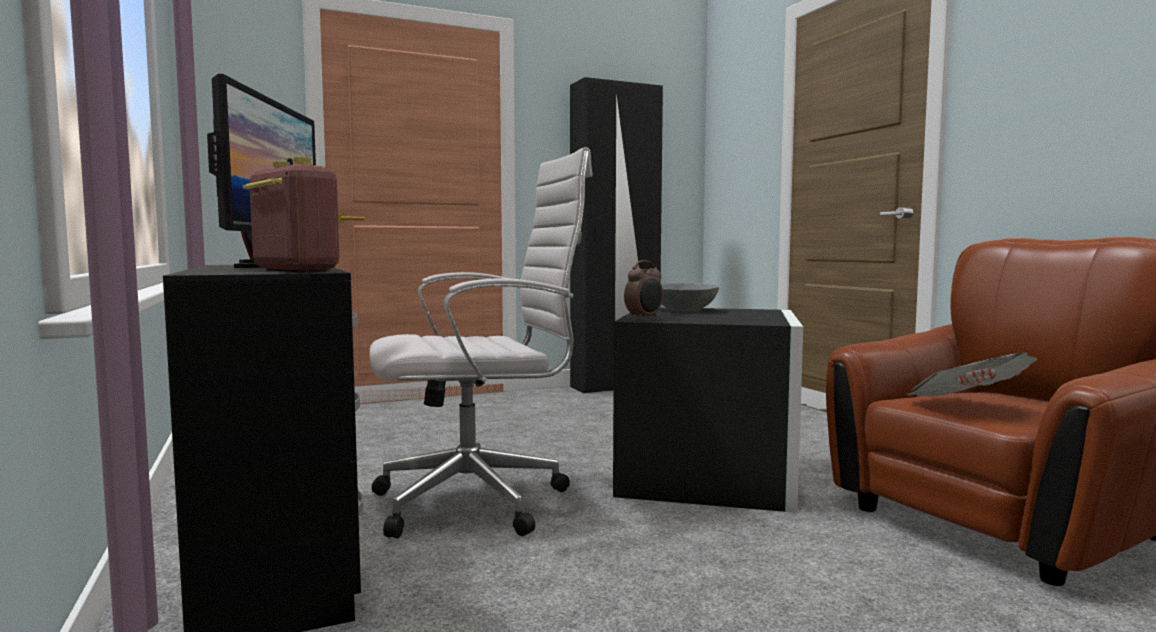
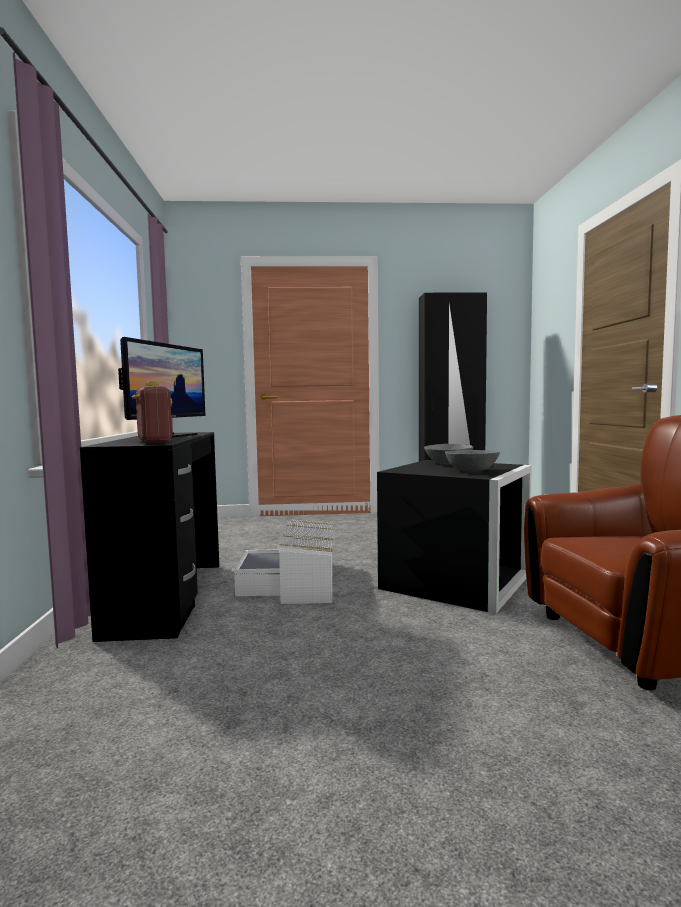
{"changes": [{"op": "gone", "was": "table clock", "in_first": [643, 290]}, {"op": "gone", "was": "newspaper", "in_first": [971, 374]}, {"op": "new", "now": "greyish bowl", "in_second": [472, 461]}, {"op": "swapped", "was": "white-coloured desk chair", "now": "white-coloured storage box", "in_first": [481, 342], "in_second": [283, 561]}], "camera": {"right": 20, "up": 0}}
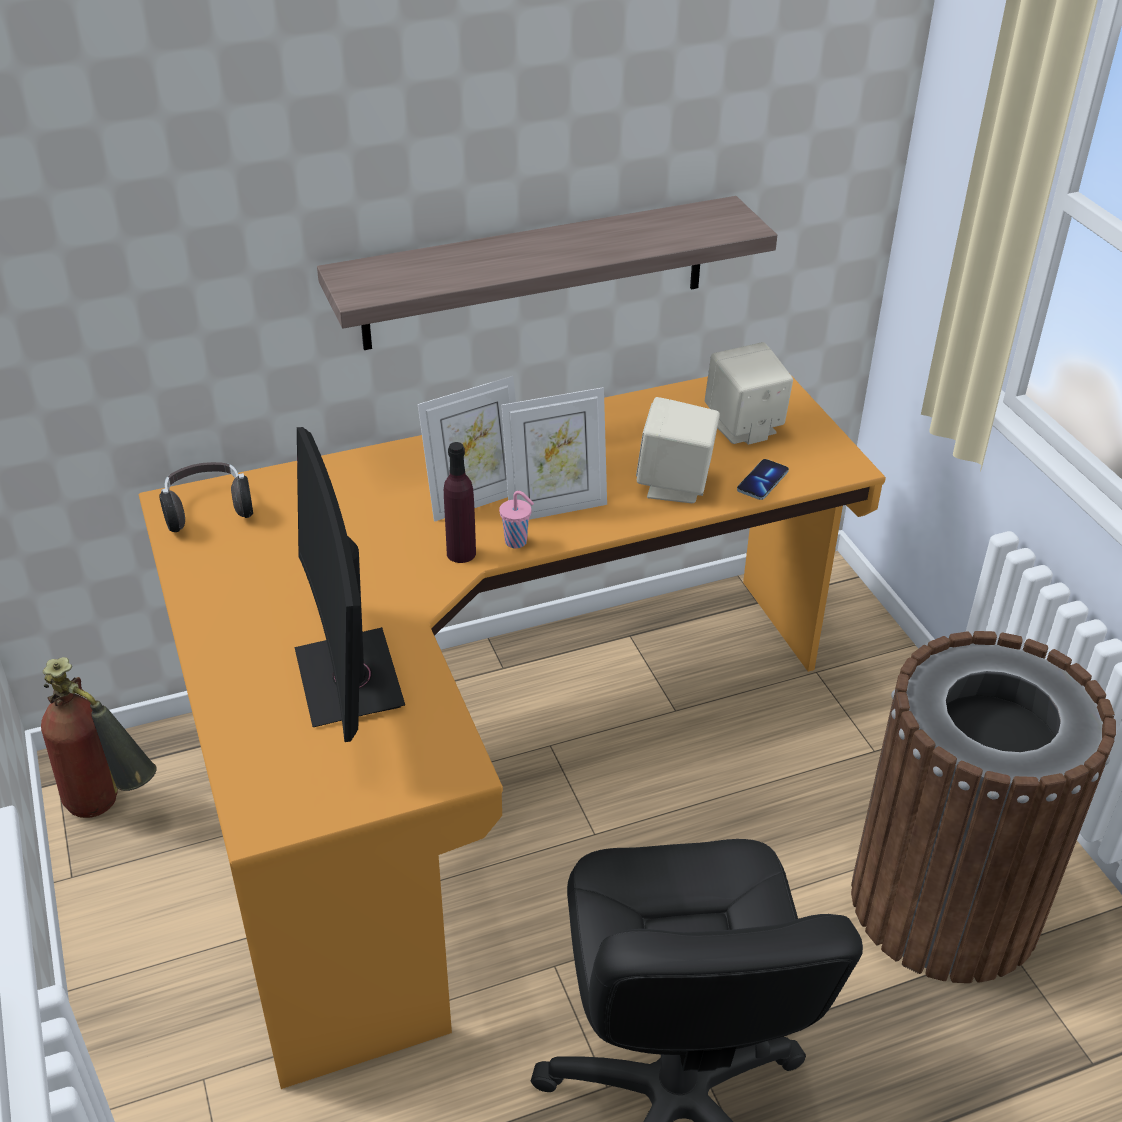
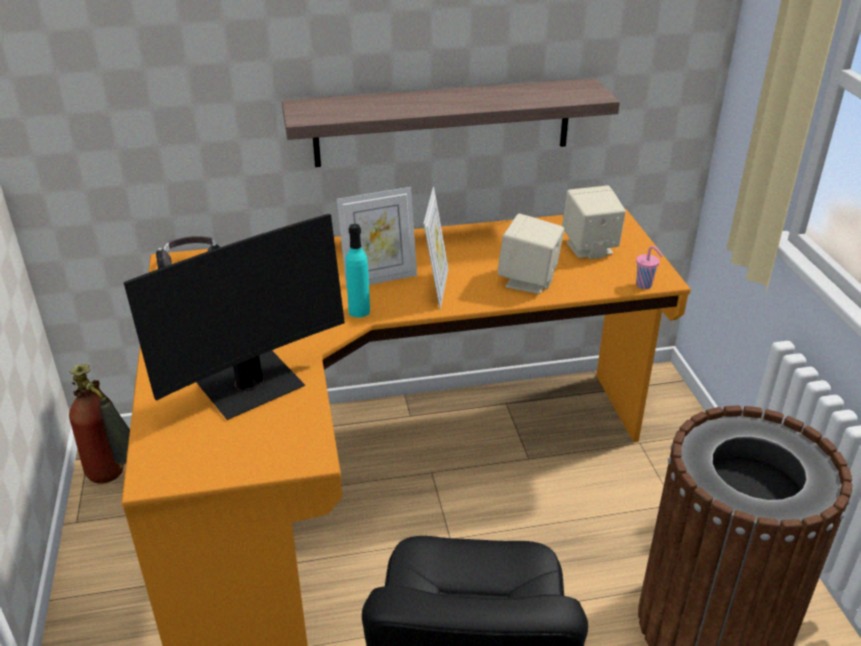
{"changes": [{"op": "gone", "was": "handset", "in_first": [763, 479]}, {"op": "shifted", "was": "pink cup", "in_first": [516, 519], "in_second": [649, 267]}, {"op": "repainted", "was": "purplish bottle", "now": "turquoise bottle", "in_first": [460, 502], "in_second": [358, 271]}, {"op": "rotated", "was": "computer screen", "in_first": [349, 584], "in_second": [234, 317], "clockwise": -120}, {"op": "rotated", "was": "photo frame", "in_first": [554, 453], "in_second": [436, 248], "clockwise": -75}], "camera": {"right": 10, "up": -5}}
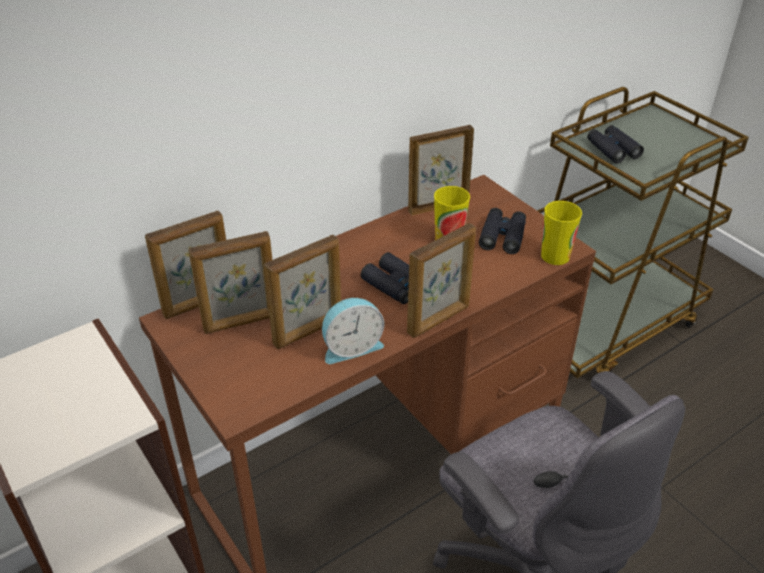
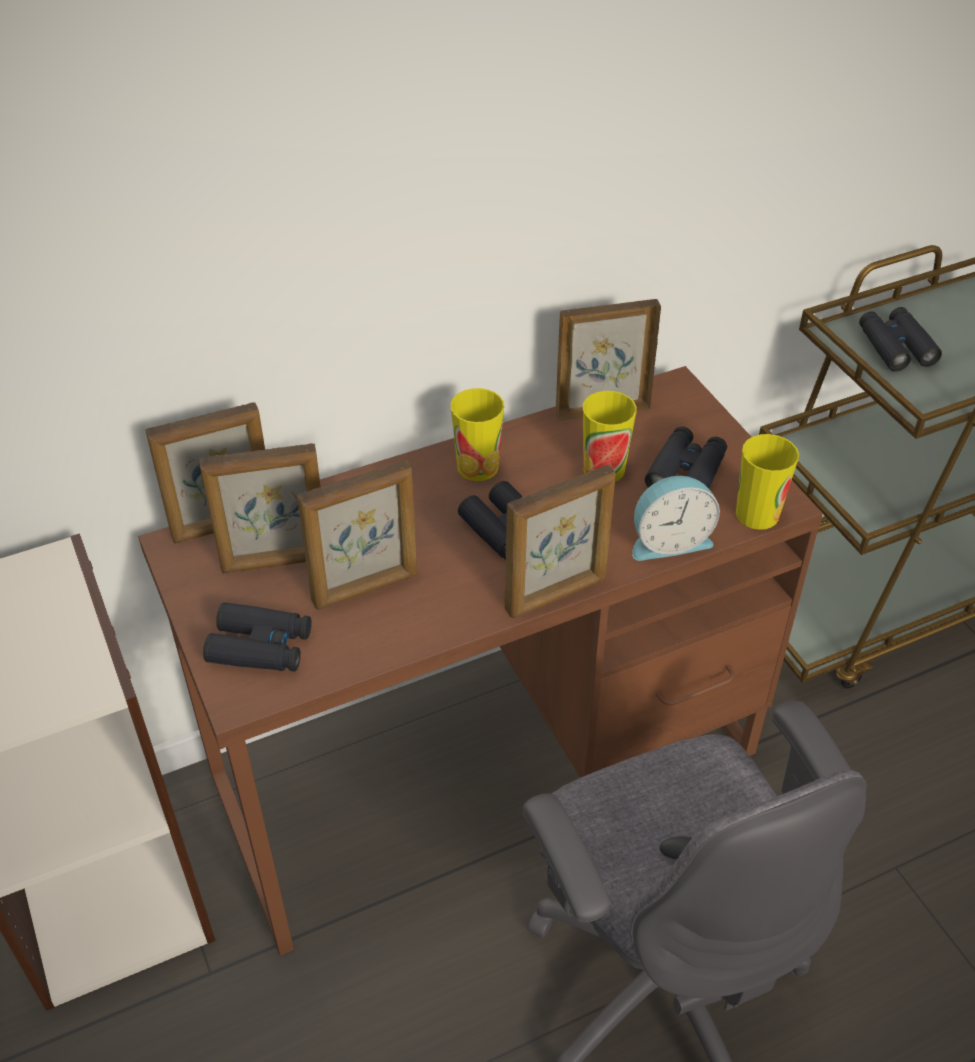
{"changes": [{"op": "new", "now": "black-coloured binoculars", "in_second": [257, 637]}, {"op": "new", "now": "cup", "in_second": [477, 434]}, {"op": "shifted", "was": "table clock", "in_first": [353, 331], "in_second": [676, 518]}], "camera": {"right": 10, "up": 5}}
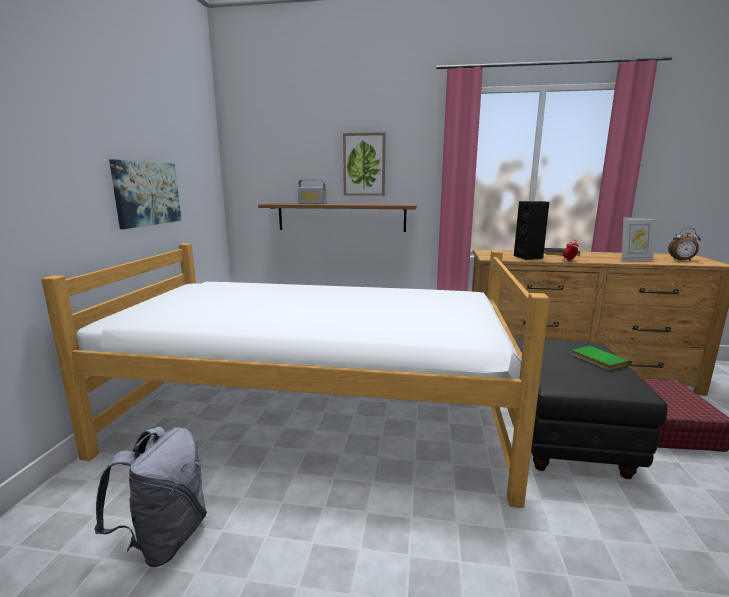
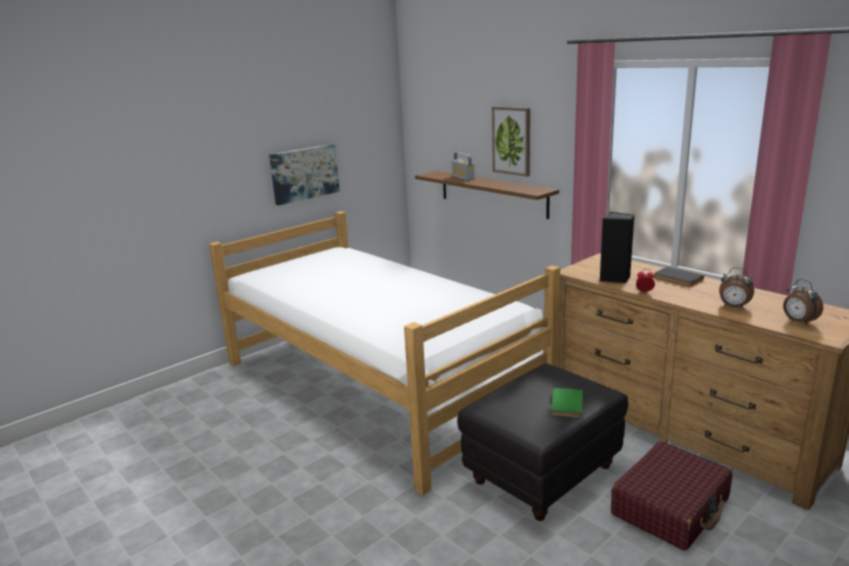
{"changes": [{"op": "gone", "was": "greyish knapsack", "in_first": [150, 497]}, {"op": "swapped", "was": "photo frame", "now": "table clock", "in_first": [638, 239], "in_second": [736, 288]}], "camera": {"right": 40, "up": 5}}
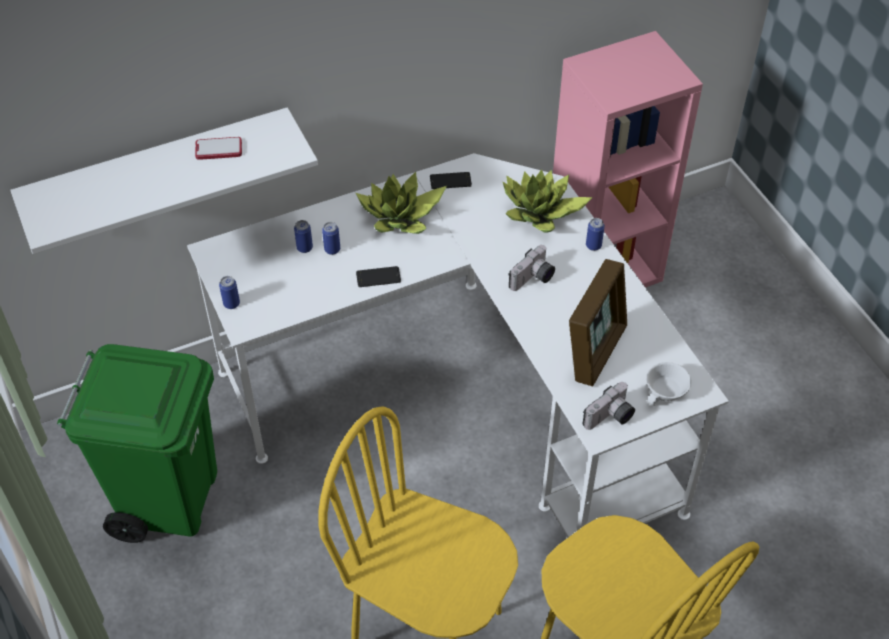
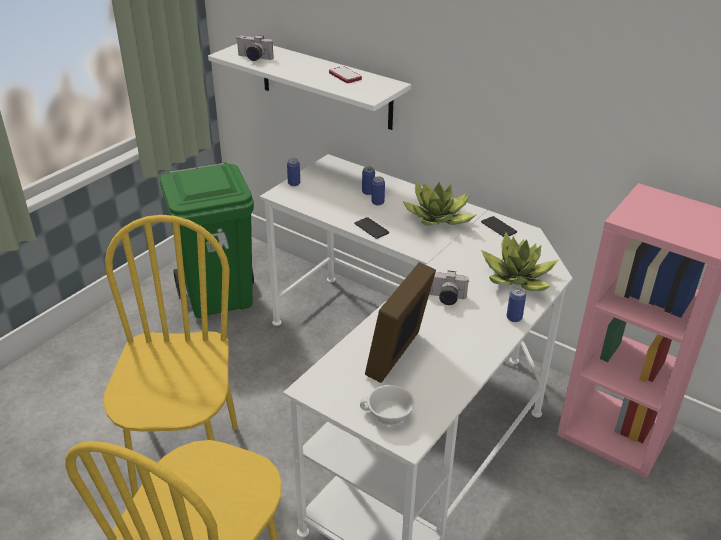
{"changes": [{"op": "shifted", "was": "still camera", "in_first": [608, 406], "in_second": [255, 48]}, {"op": "rotated", "was": "photo frame", "in_first": [598, 322], "in_second": [400, 322], "clockwise": 120}], "camera": {"right": 60, "up": -15}}
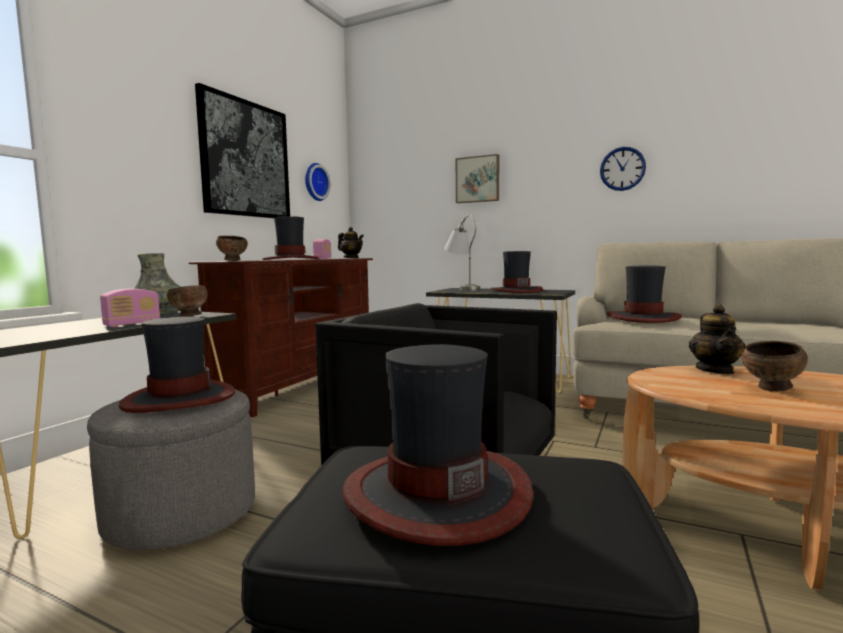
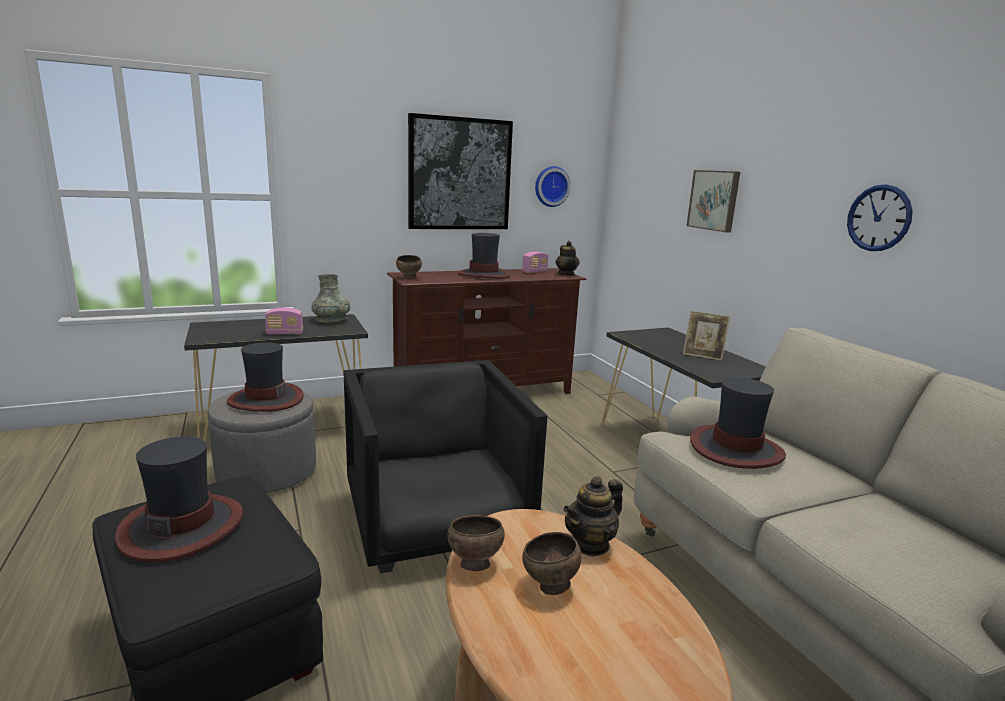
{"changes": [{"op": "gone", "was": "greyish tabletop lamp", "in_first": [462, 253]}, {"op": "shifted", "was": "brown-coloured bowl", "in_first": [187, 301], "in_second": [476, 543]}, {"op": "swapped", "was": "clothing hat", "now": "photo frame", "in_first": [516, 272], "in_second": [706, 336]}], "camera": {"right": 40, "up": 10}}
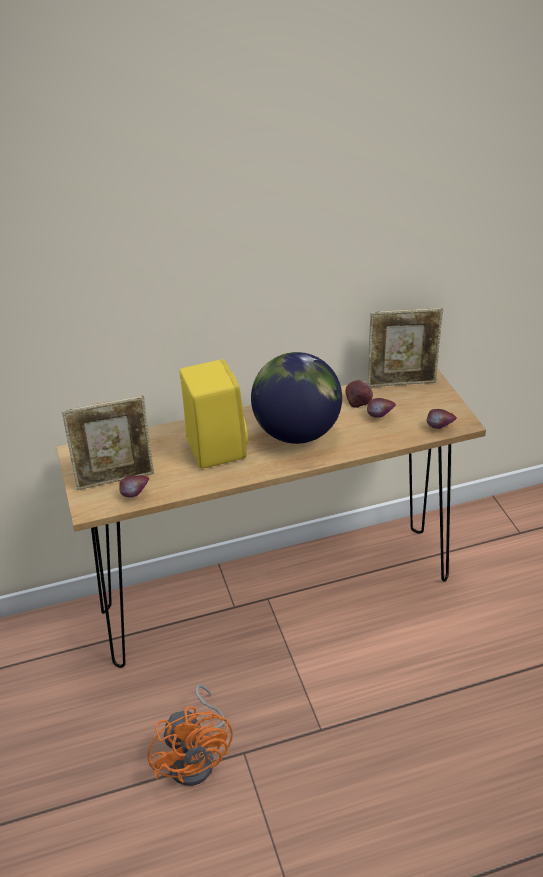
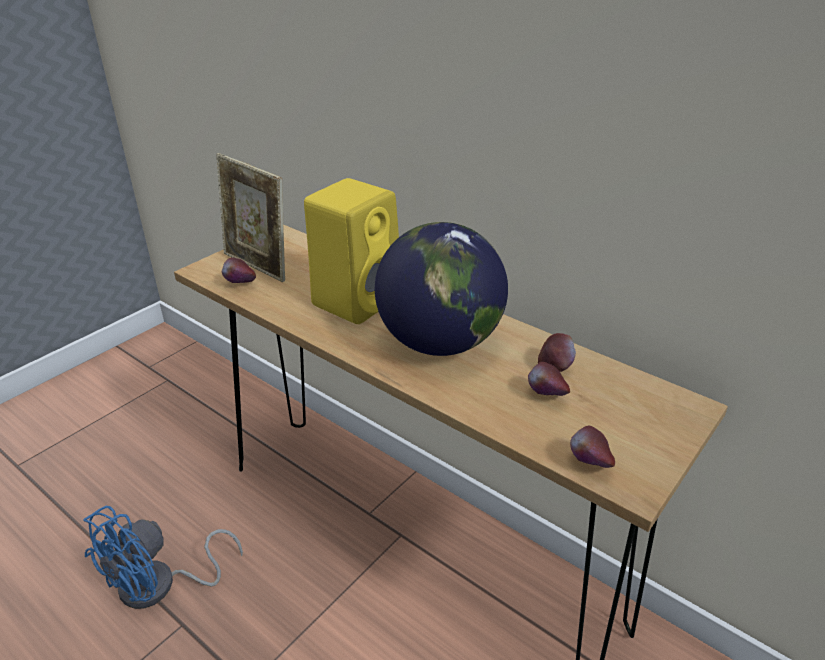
{"changes": [{"op": "gone", "was": "photo frame", "in_first": [405, 347]}, {"op": "repainted", "was": "orangey electric fan", "now": "blue electric fan", "in_first": [190, 735], "in_second": [163, 557]}], "camera": {"right": 55, "up": -5}}
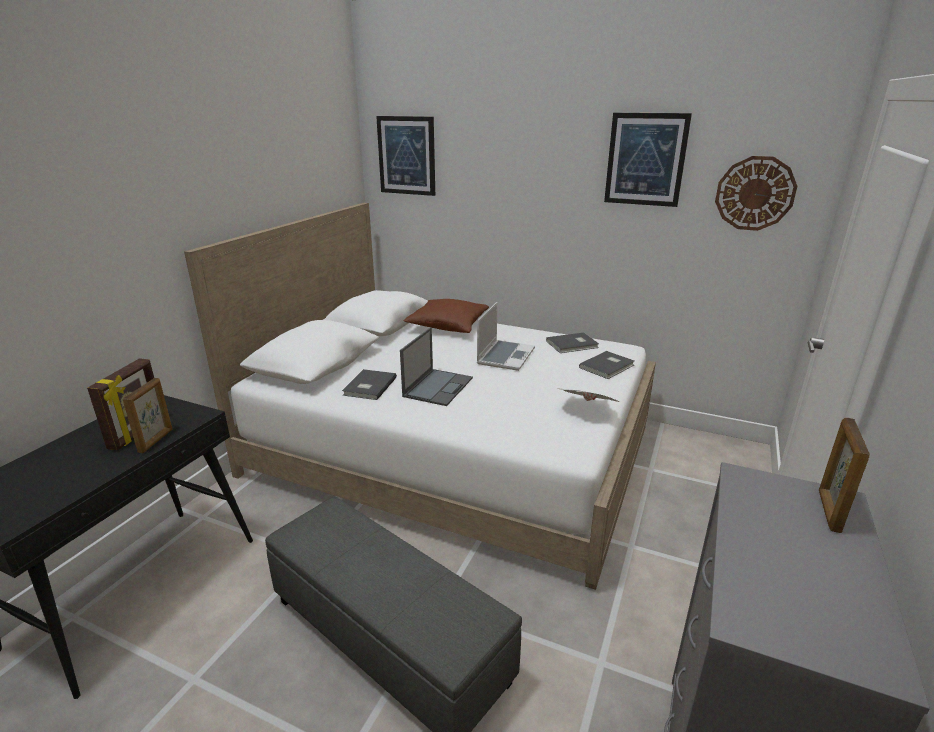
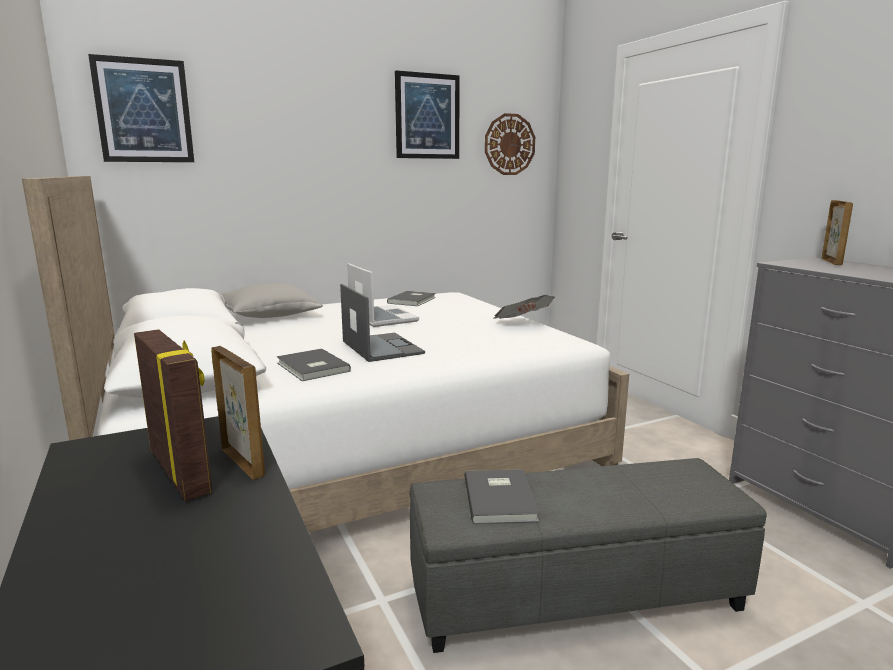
{"changes": [{"op": "shifted", "was": "greyish volume", "in_first": [606, 365], "in_second": [502, 496]}, {"op": "repainted", "was": "brown-coloured throw pillow", "now": "greyish throw pillow", "in_first": [446, 316], "in_second": [272, 300]}, {"op": "rotated", "was": "photo frame", "in_first": [844, 475], "in_second": [837, 232], "clockwise": -135}], "camera": {"right": -50, "up": -10}}
